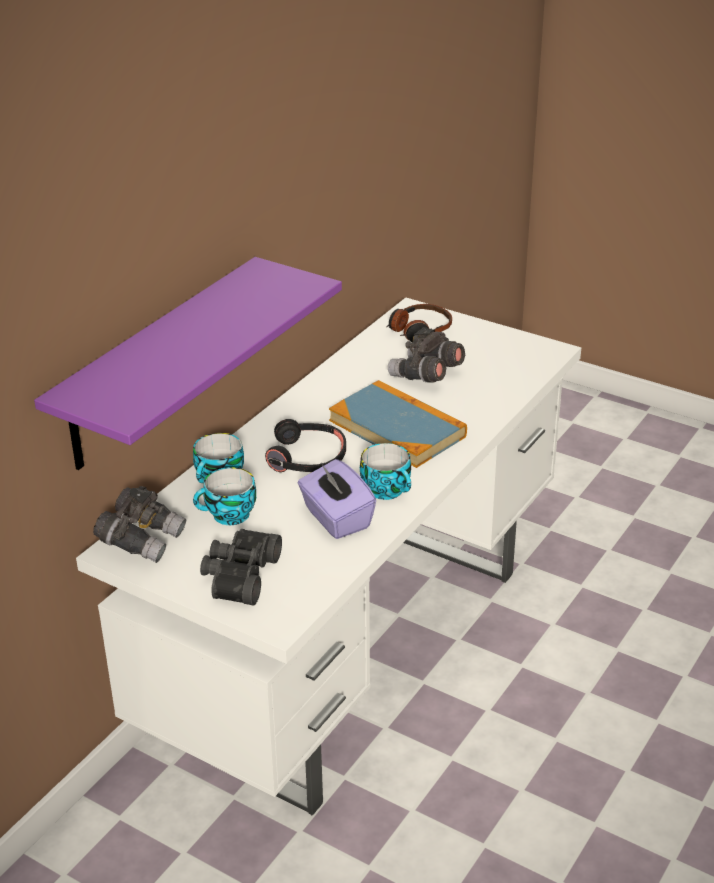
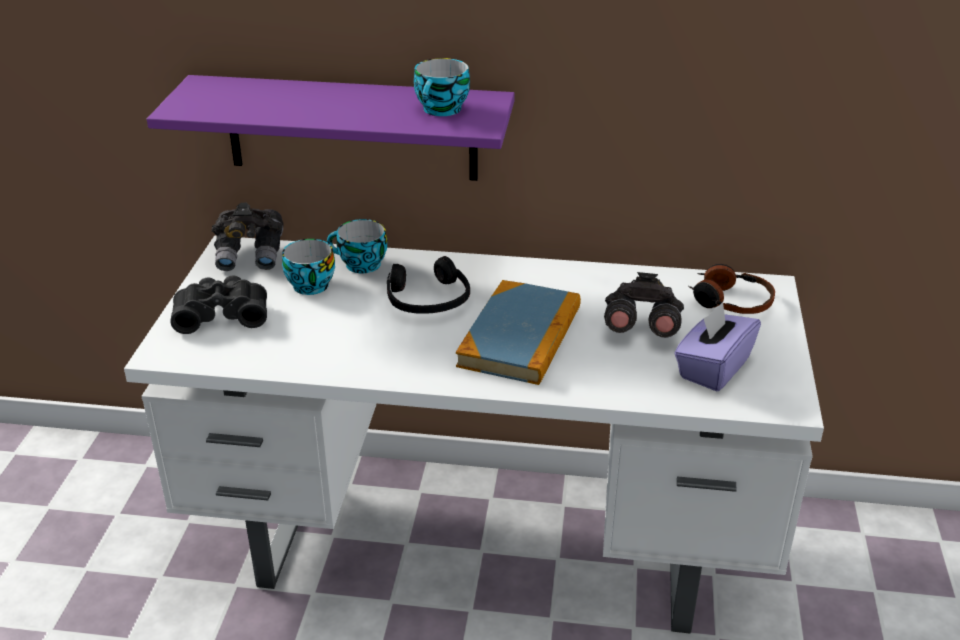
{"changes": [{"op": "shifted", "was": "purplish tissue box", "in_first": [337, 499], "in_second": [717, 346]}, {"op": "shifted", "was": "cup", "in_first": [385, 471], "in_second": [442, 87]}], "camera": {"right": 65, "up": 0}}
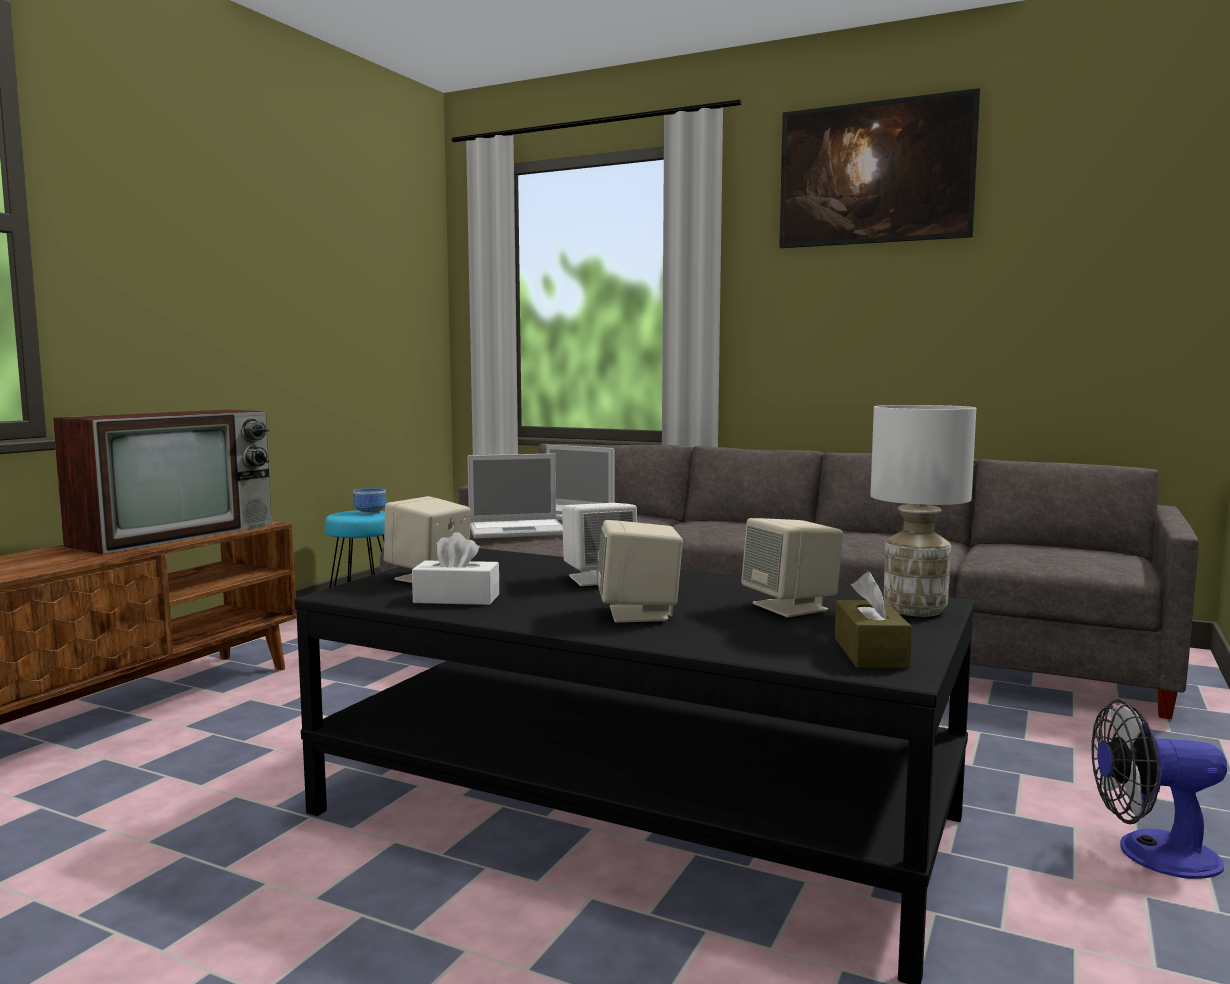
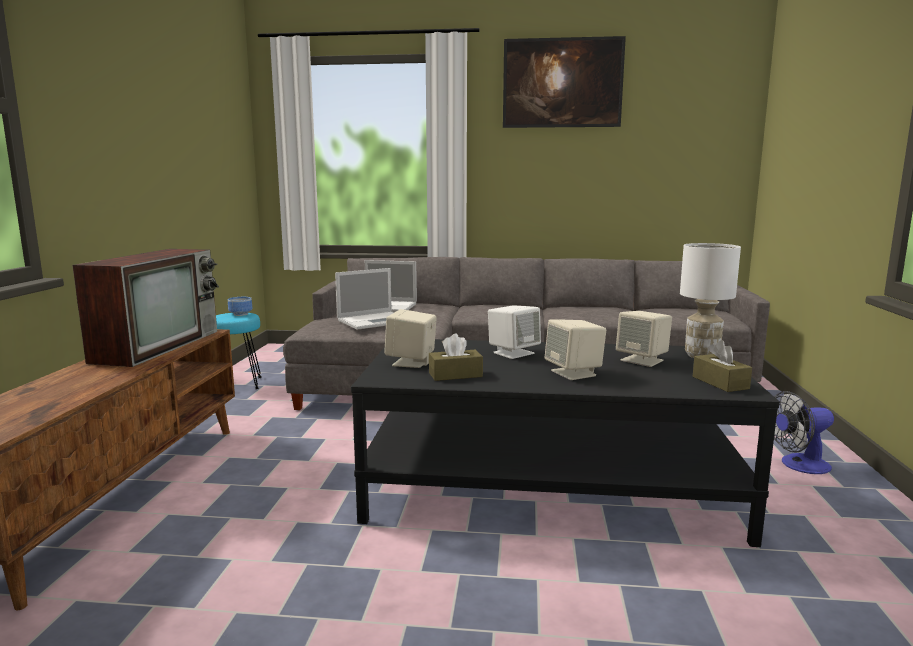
{"changes": [{"op": "repainted", "was": "white-coloured tissue box", "now": "brown-coloured tissue box", "in_first": [455, 568], "in_second": [456, 357]}], "camera": {"right": -20, "up": 5}}
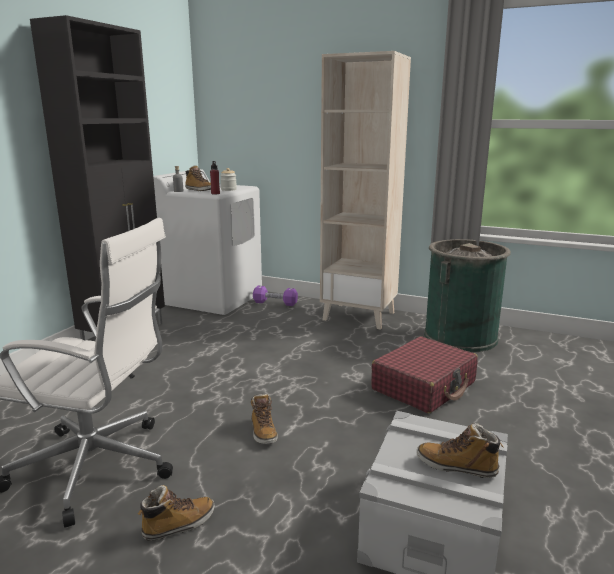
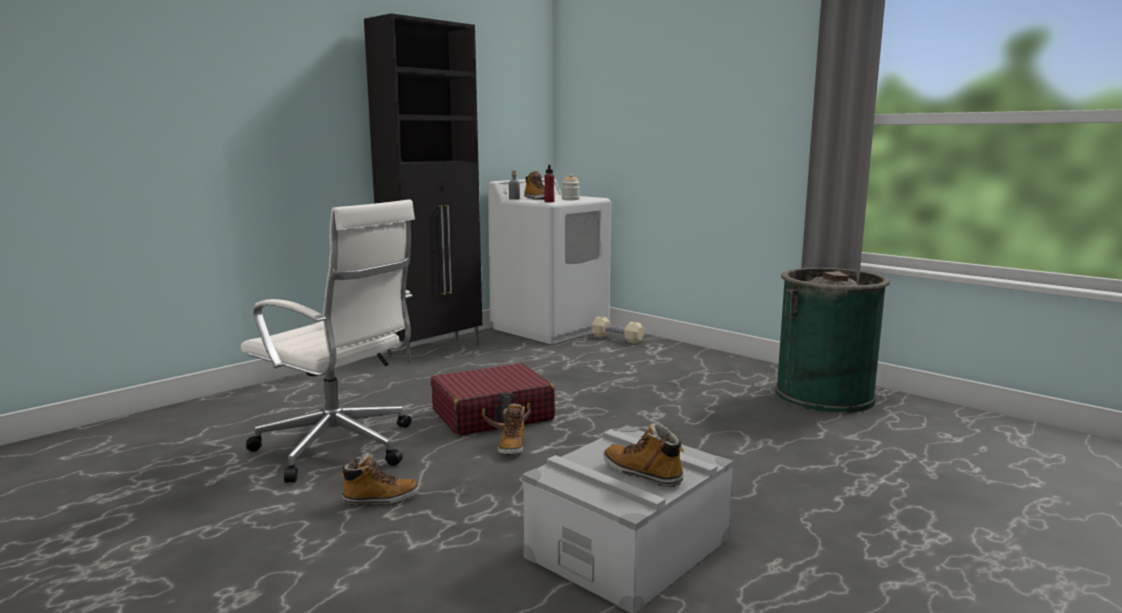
{"changes": [{"op": "gone", "was": "beige bookcase", "in_first": [365, 190]}, {"op": "shifted", "was": "red-coloured travel case", "in_first": [424, 374], "in_second": [493, 399]}, {"op": "repainted", "was": "purplish free weight", "now": "beige free weight", "in_first": [275, 296], "in_second": [617, 330]}], "camera": {"right": 20, "up": -5}}
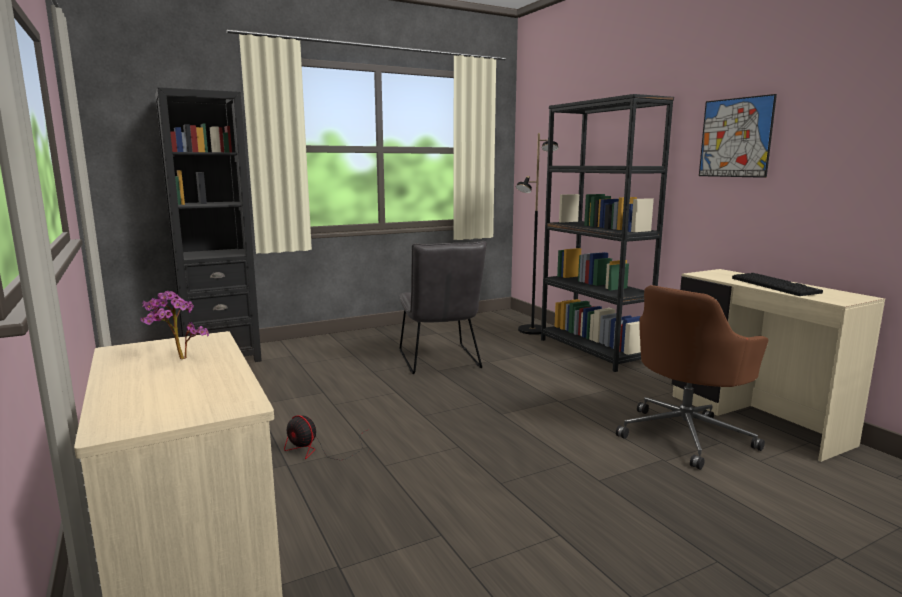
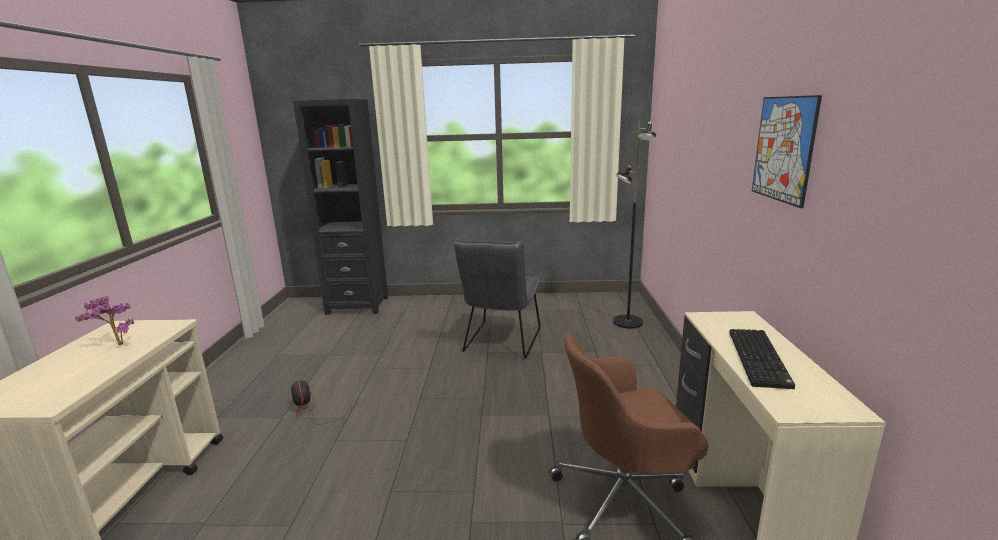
{"changes": [{"op": "gone", "was": "black-coloured bookcase", "in_first": [607, 233]}], "camera": {"right": 30, "up": 5}}
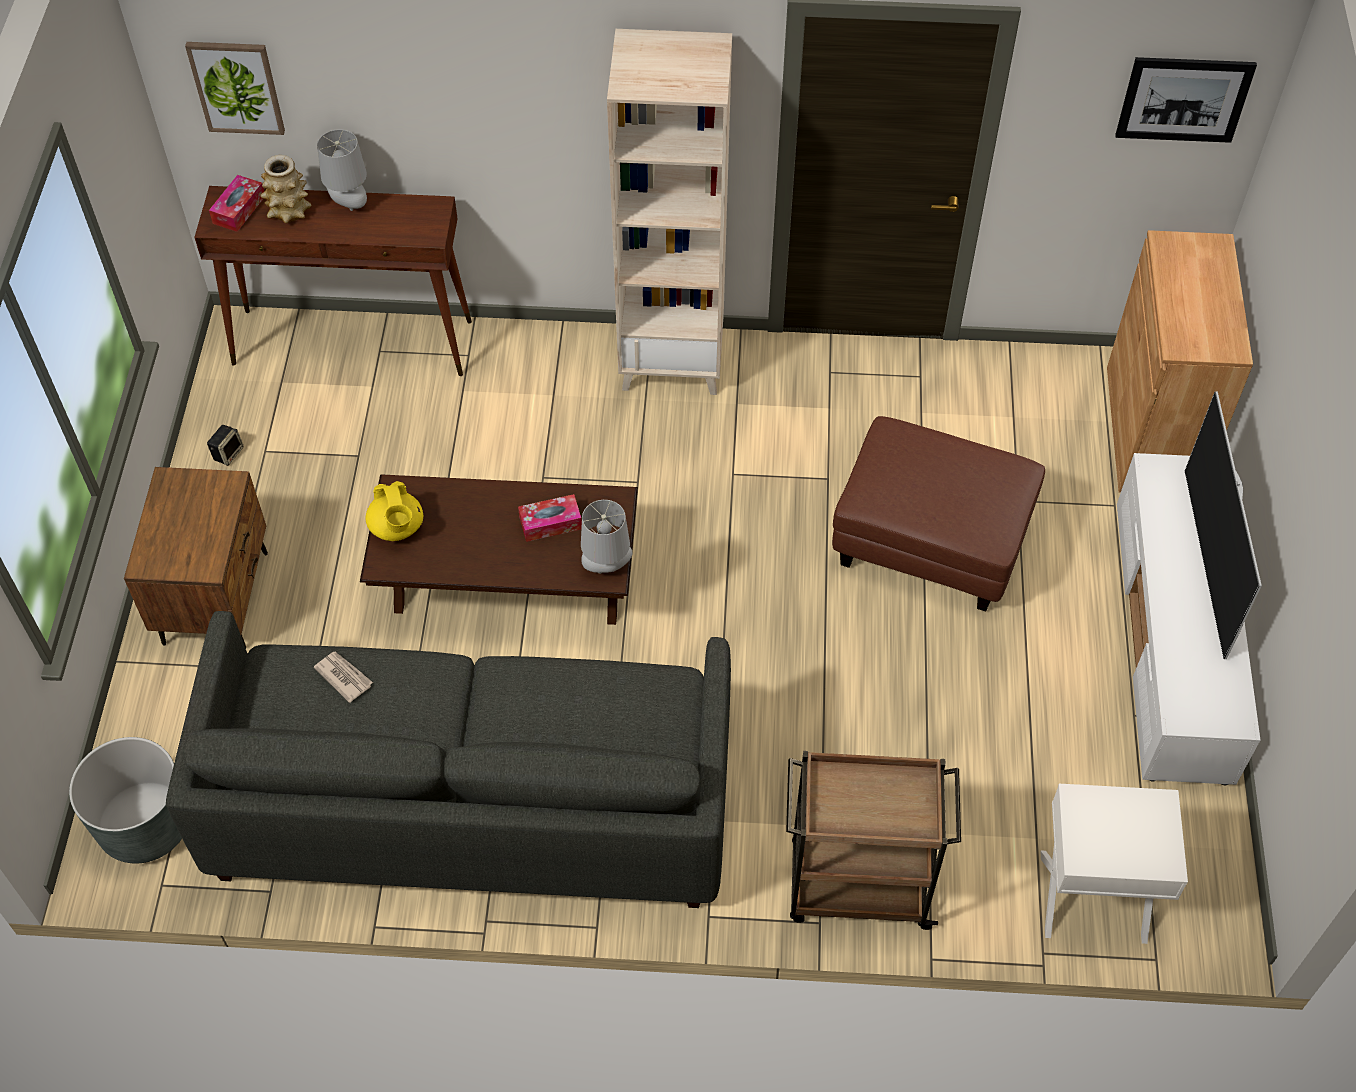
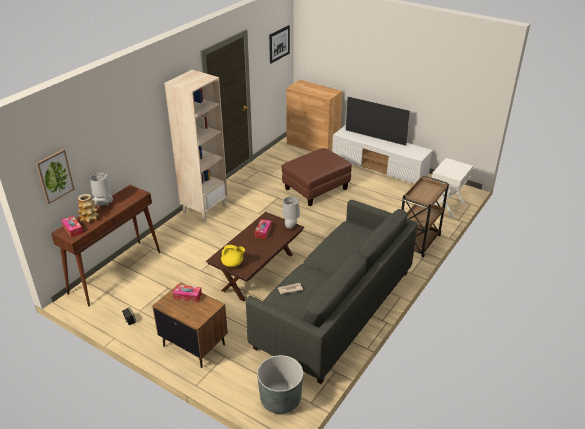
{"changes": [{"op": "new", "now": "tissue box", "in_second": [187, 293]}], "camera": {"right": -60, "up": -20}}
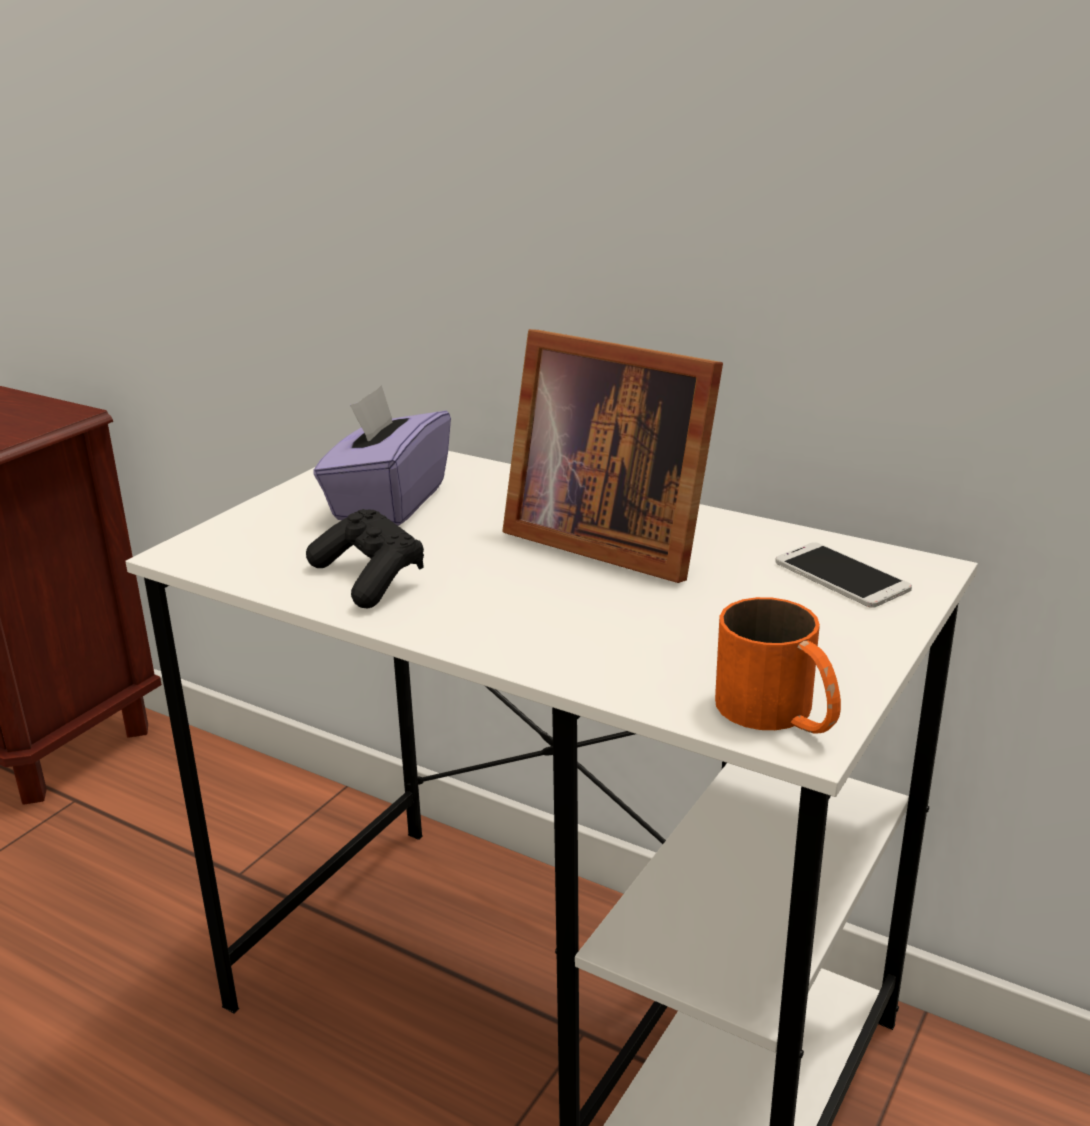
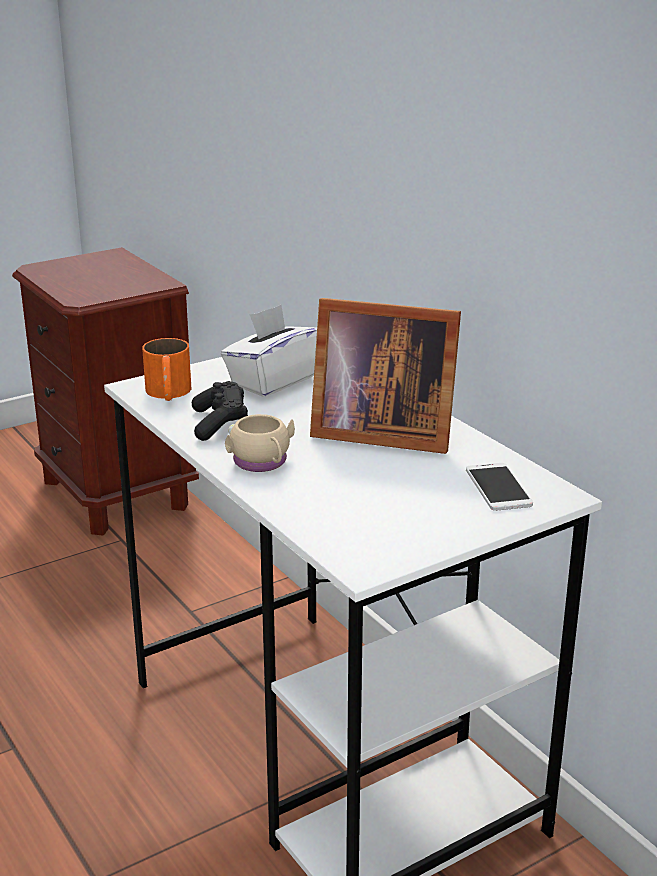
{"changes": [{"op": "new", "now": "beige coffee mug", "in_second": [260, 443]}, {"op": "shifted", "was": "orangey coffee mug", "in_first": [778, 665], "in_second": [166, 369]}, {"op": "repainted", "was": "purplish tissue box", "now": "white-coloured tissue box", "in_first": [382, 455], "in_second": [269, 351]}, {"op": "rotated", "was": "photo frame", "in_first": [612, 456], "in_second": [385, 376], "clockwise": -45}], "camera": {"right": 25, "up": 0}}
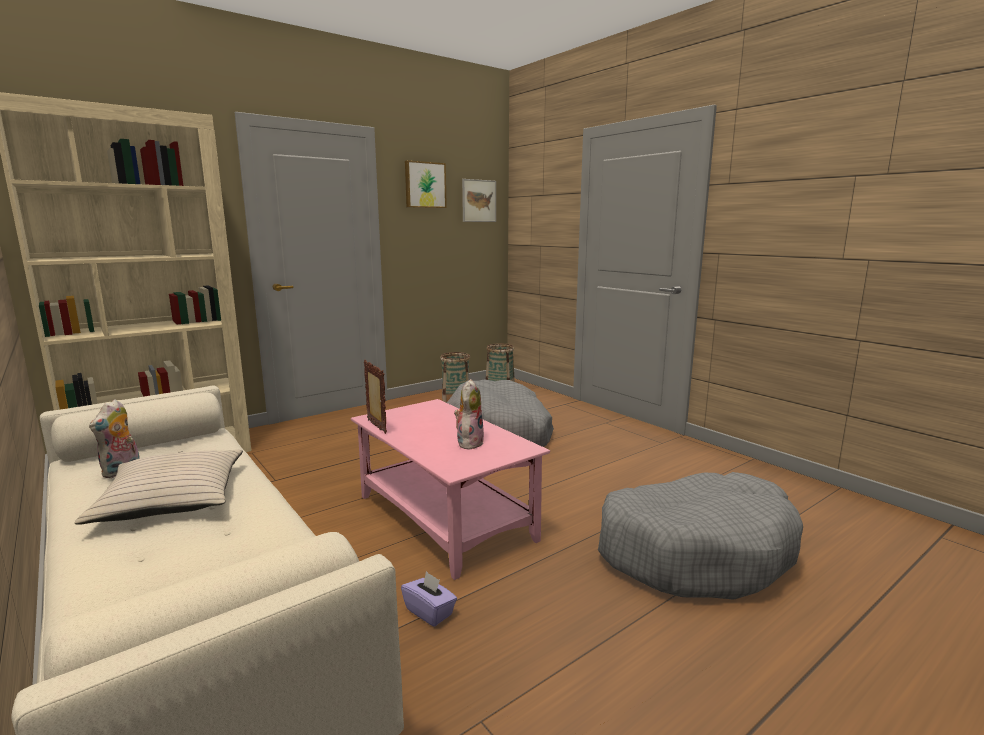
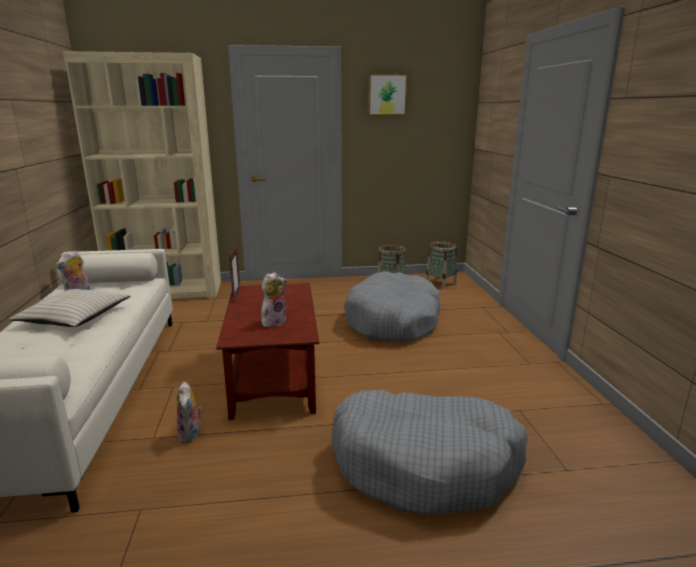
{"changes": [{"op": "gone", "was": "picture", "in_first": [479, 200]}, {"op": "swapped", "was": "purplish tissue box", "now": "cuddly toy", "in_first": [429, 599], "in_second": [189, 412]}, {"op": "repainted", "was": "pink coffee table", "now": "brown-coloured coffee table", "in_first": [450, 489], "in_second": [267, 351]}], "camera": {"right": 30, "up": 5}}
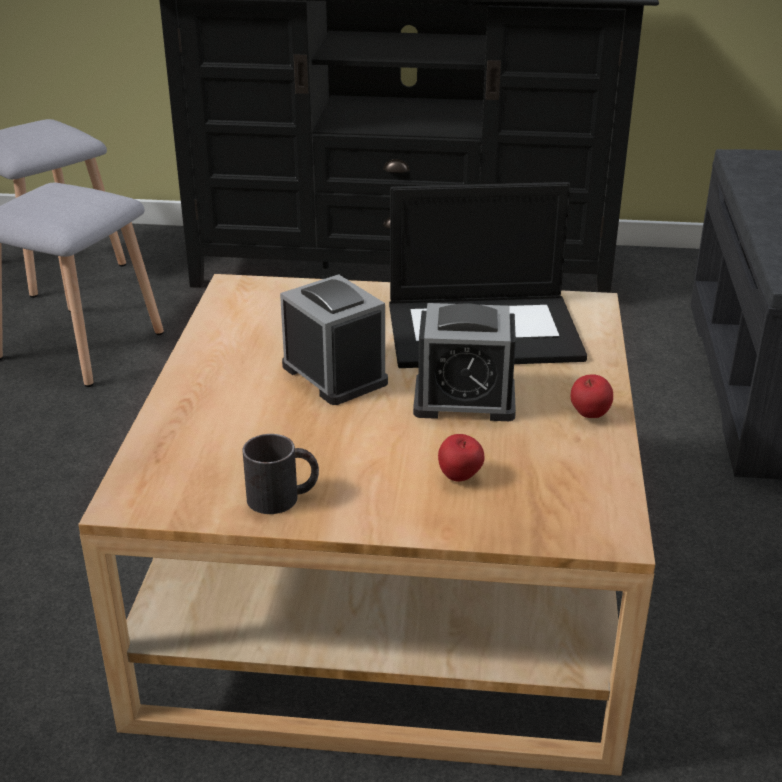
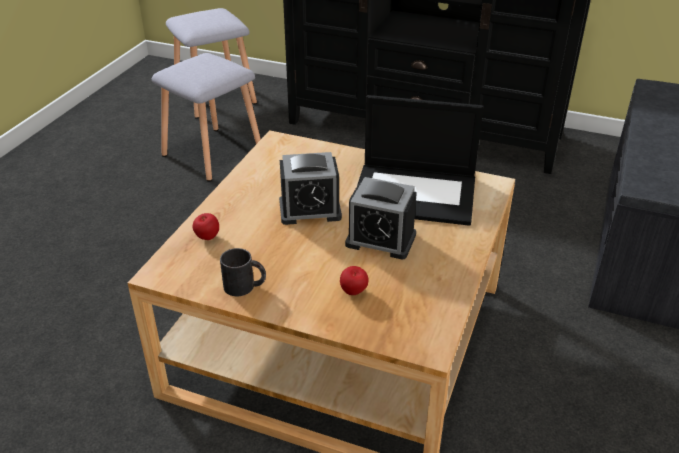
{"changes": [{"op": "shifted", "was": "apple fruit", "in_first": [592, 396], "in_second": [206, 226]}, {"op": "rotated", "was": "table clock", "in_first": [334, 339], "in_second": [310, 188], "clockwise": 105}], "camera": {"right": 15, "up": 5}}
